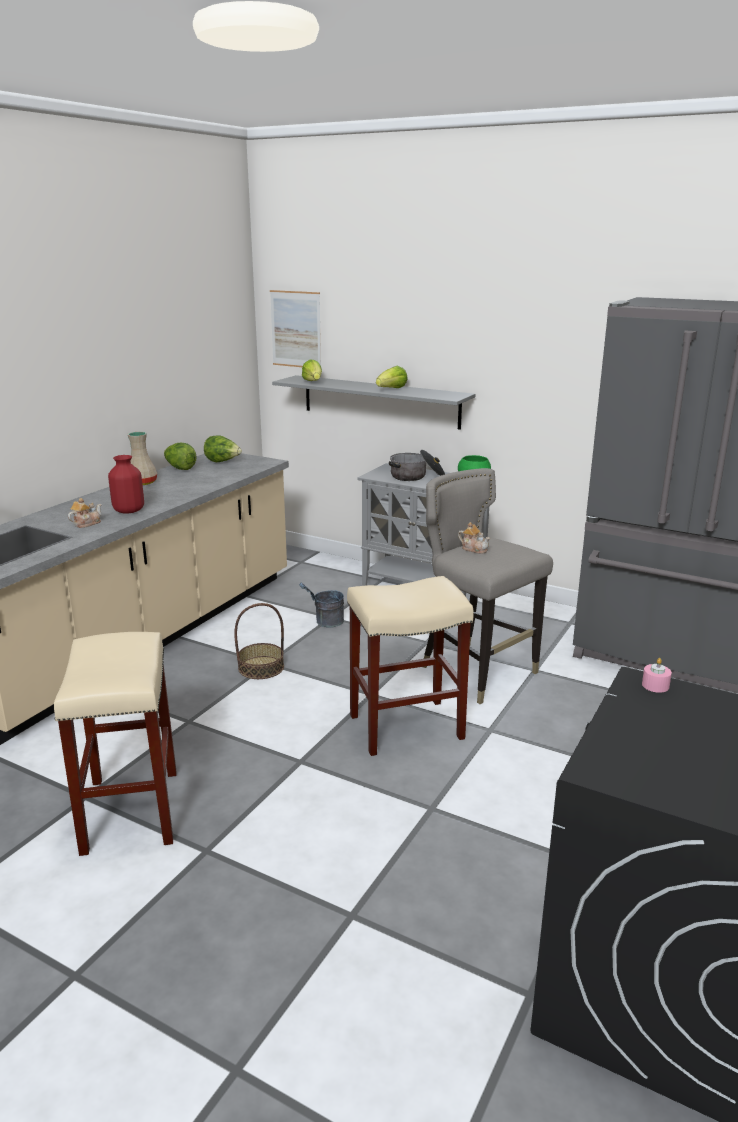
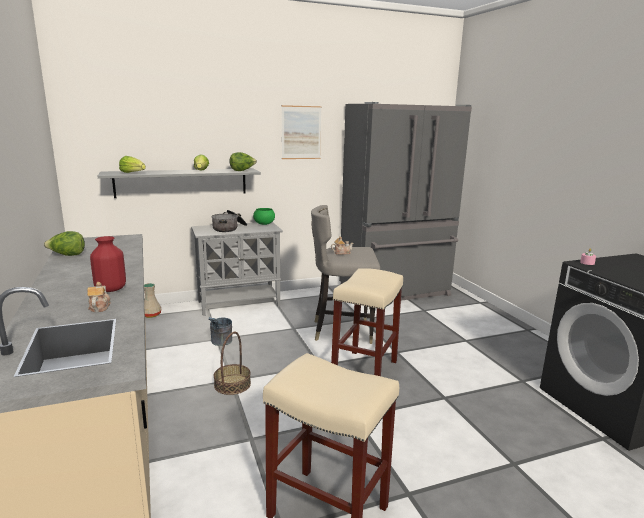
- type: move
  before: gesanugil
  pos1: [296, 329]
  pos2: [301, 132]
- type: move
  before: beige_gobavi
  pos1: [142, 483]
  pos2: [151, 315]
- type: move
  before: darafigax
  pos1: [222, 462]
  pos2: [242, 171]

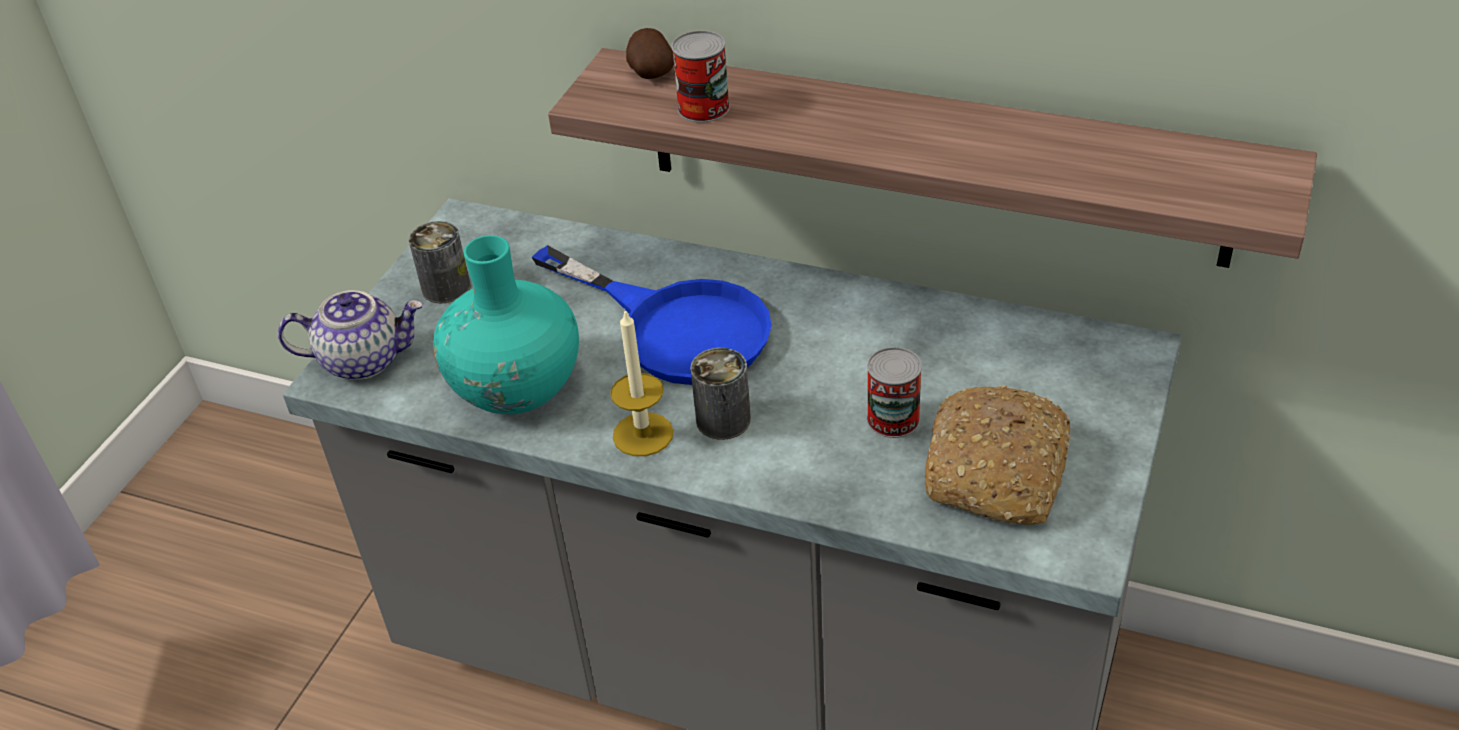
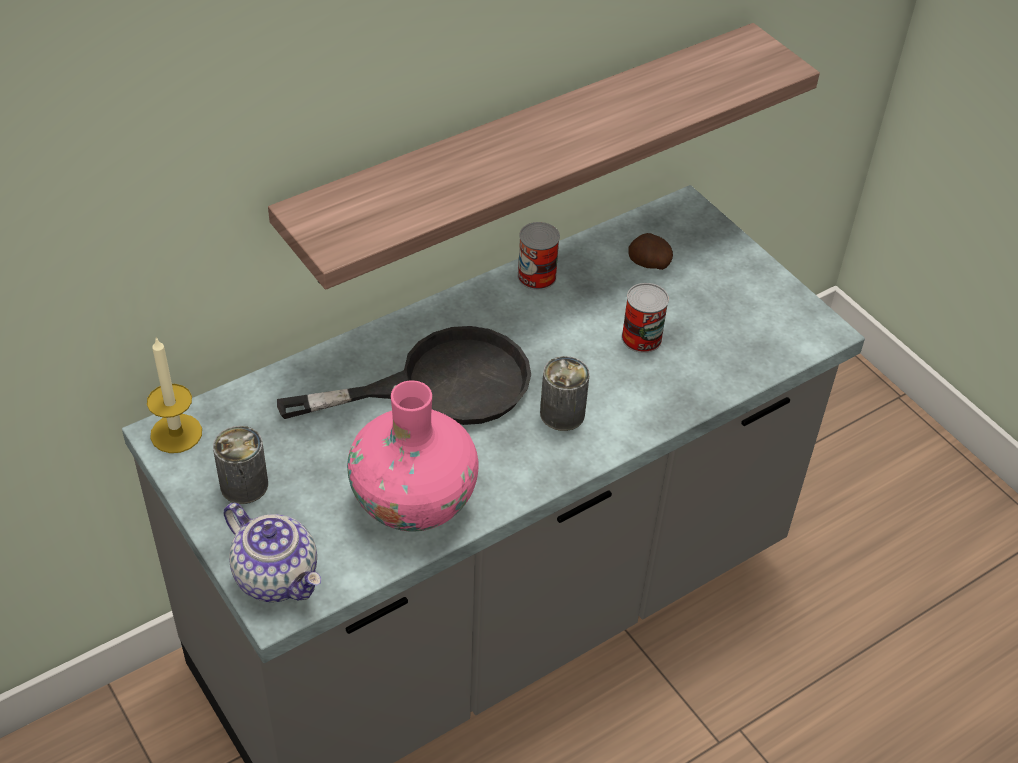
- type: move
  before: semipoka
  pos1: [650, 72]
  pos2: [648, 264]
- type: move
  before: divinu
  pos1: [703, 108]
  pos2: [536, 276]
- type: recolor
  before: turquoise_gobavi
  after: pink_gobavi
  pos1: [517, 388]
  pos2: [414, 501]
- type: recolor
  before: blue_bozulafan
  after: black_bozulafan
  pos1: [675, 327]
  pos2: [441, 385]
- type: rotate
  before: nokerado
  pos1: [364, 359]
  pos2: [278, 576]
  turn: 105
- type: move
  before: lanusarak
  pos1: [643, 434]
  pos2: [176, 433]
- type: delete
  before: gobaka
  pos1: [997, 472]

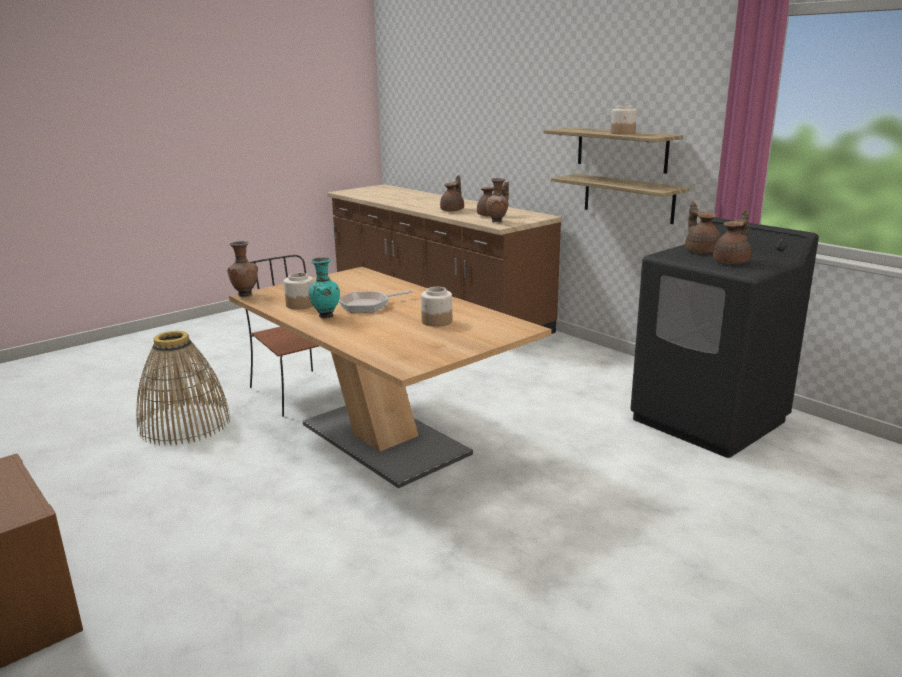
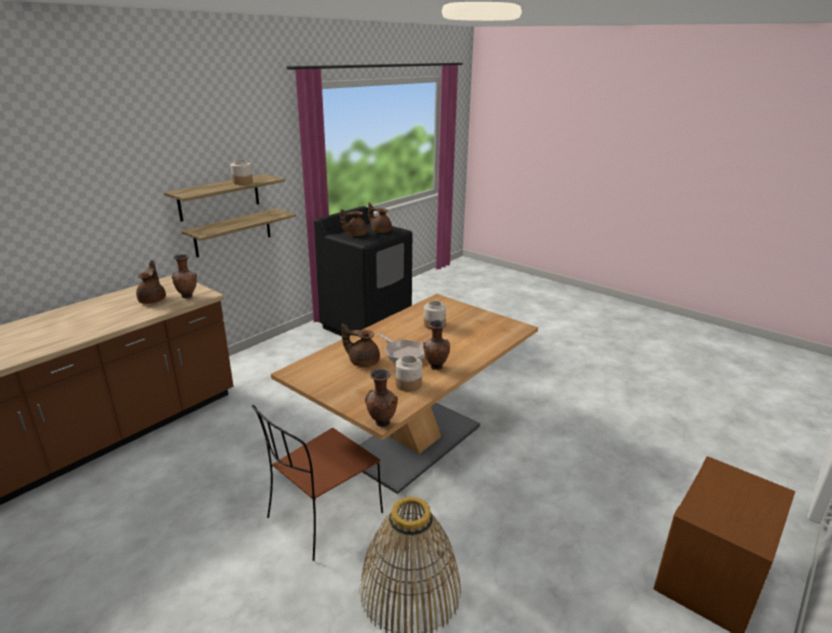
- type: move
  before: brown_nokerado
  pos1: [453, 210]
  pos2: [363, 361]
- type: recolor
  before: turquoise_gobavi
  after: brown_gobavi
  pos1: [325, 316]
  pos2: [435, 367]

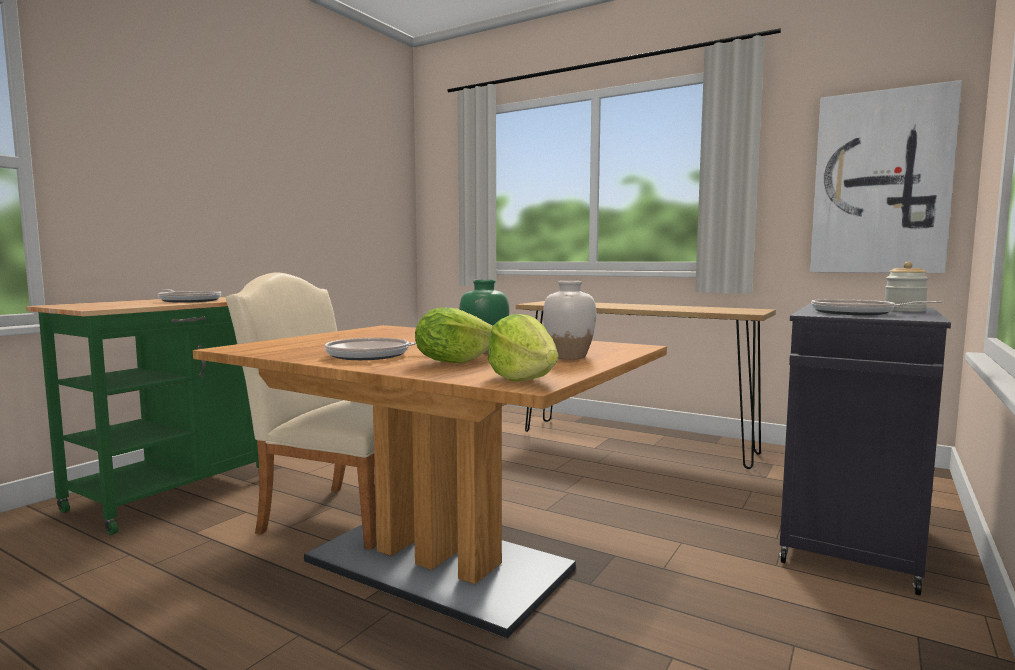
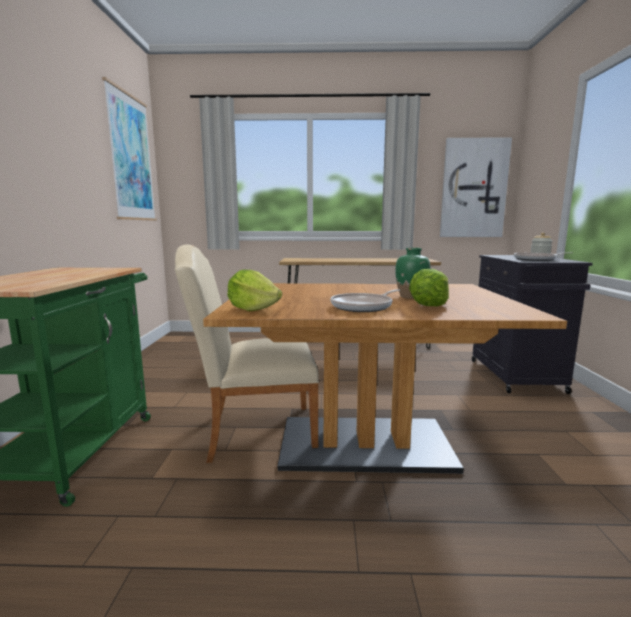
- type: delete
  before: white_gobavi
  pos1: [568, 357]
- type: delete
  before: bozulafan
  pos1: [189, 301]
- type: move
  before: darafigax
  pos1: [523, 379]
  pos2: [253, 309]
- type: insert
  after: gesanugil
  pos2: [131, 158]

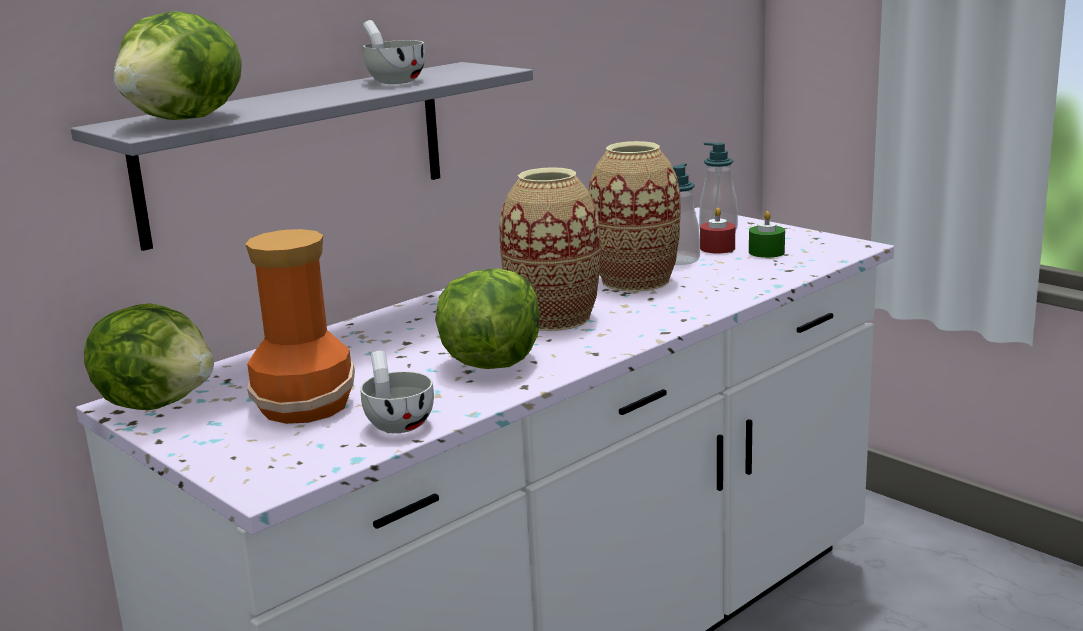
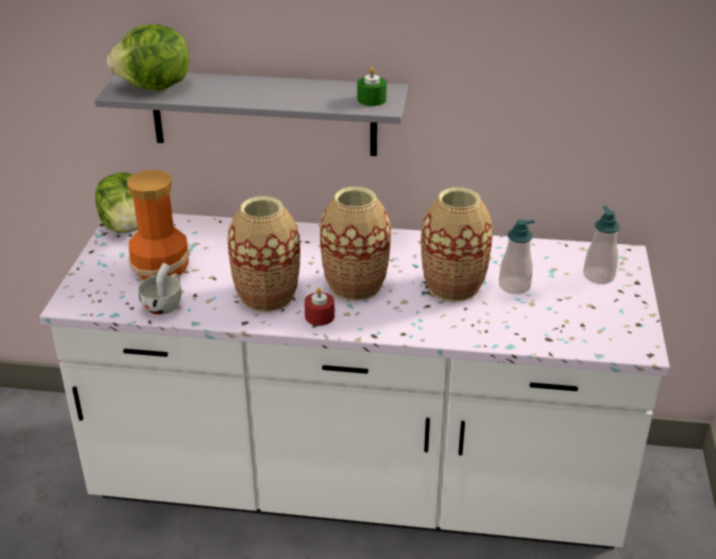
- type: delete
  before: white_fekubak
  pos1: [391, 81]
- type: move
  before: red_lanusarak
  pos1: [717, 248]
  pos2: [319, 316]
- type: move
  before: green_lanusarak
  pos1: [766, 252]
  pos2: [371, 99]
- type: replace
  before: darafigax
  after: gobavi
  pos1: [491, 362]
  pos2: [267, 296]

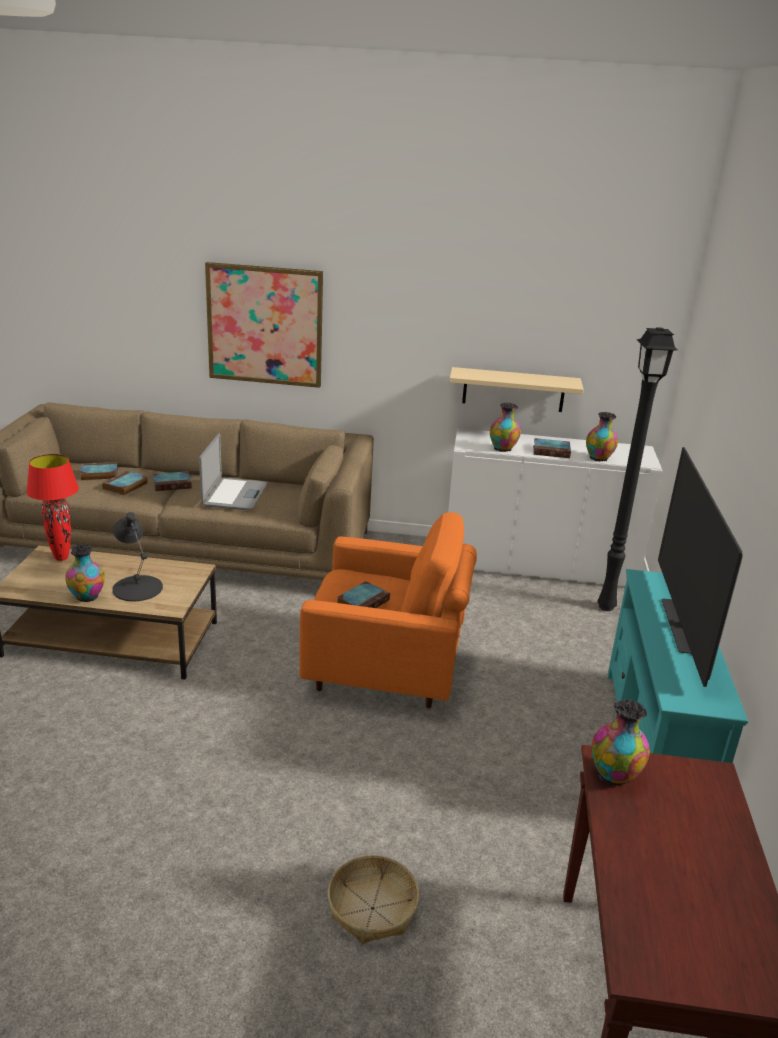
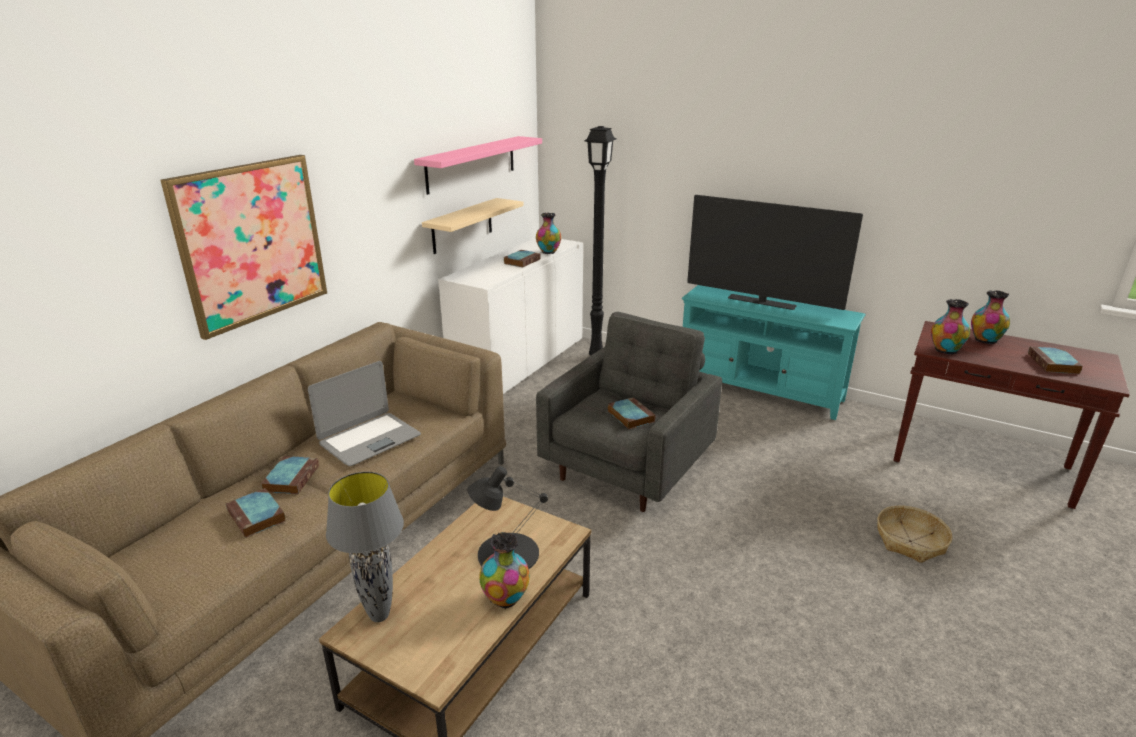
- type: move
  before: gobavi
  pos1: [503, 449]
  pos2: [984, 340]
- type: rotate
  before: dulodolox
  pos1: [234, 495]
  pos2: [369, 439]
  turn: 105
- type: recolor
  before: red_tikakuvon
  after: grey_tikakuvon
  pos1: [61, 558]
  pos2: [380, 616]
- type: move
  before: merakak
  pos1: [98, 474]
  pos2: [1054, 364]
- type: recolor
  before: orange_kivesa
  after: grey_kivesa
  pos1: [386, 669]
  pos2: [629, 468]
- type: insert
  after: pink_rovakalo
  pos2: [471, 164]

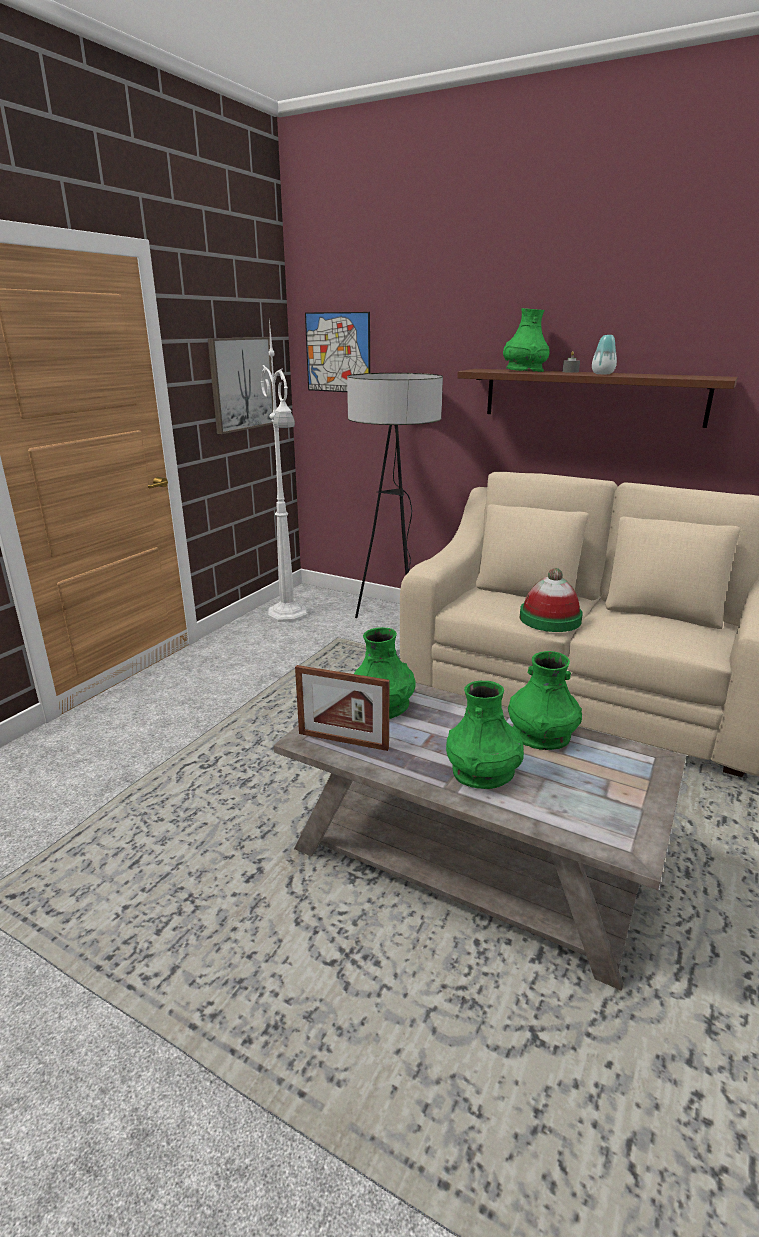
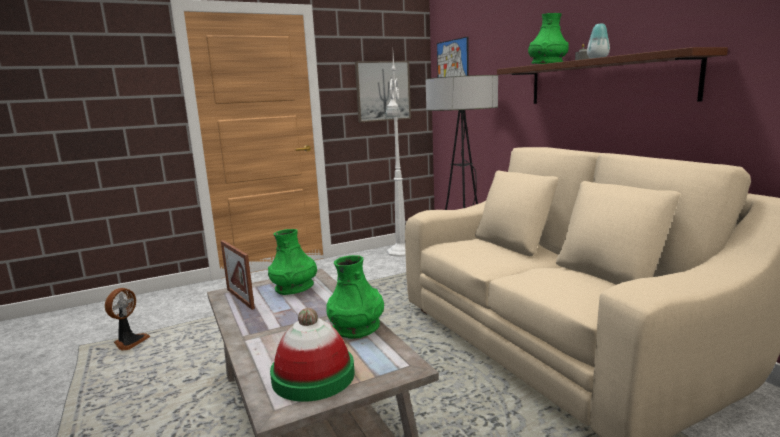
- type: move
  before: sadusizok
  pos1: [550, 619]
  pos2: [313, 376]
- type: delete
  before: green_gobavi
  pos1: [483, 771]
- type: insert
  after: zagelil
  pos2: [129, 341]

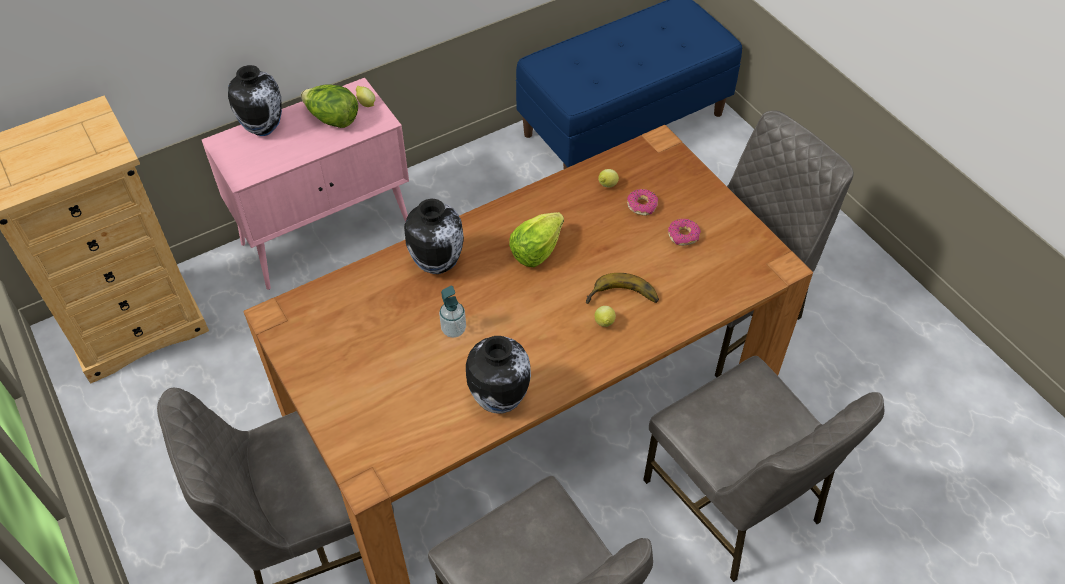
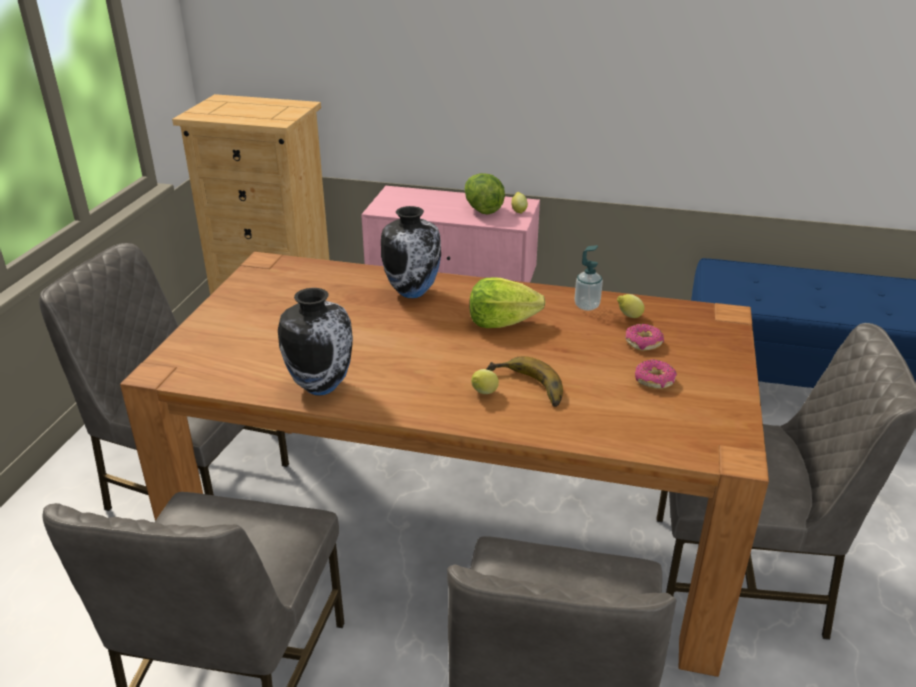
- type: delete
  before: gobavi
  pos1: [264, 128]
- type: move
  before: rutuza
  pos1: [453, 329]
  pos2: [586, 306]

